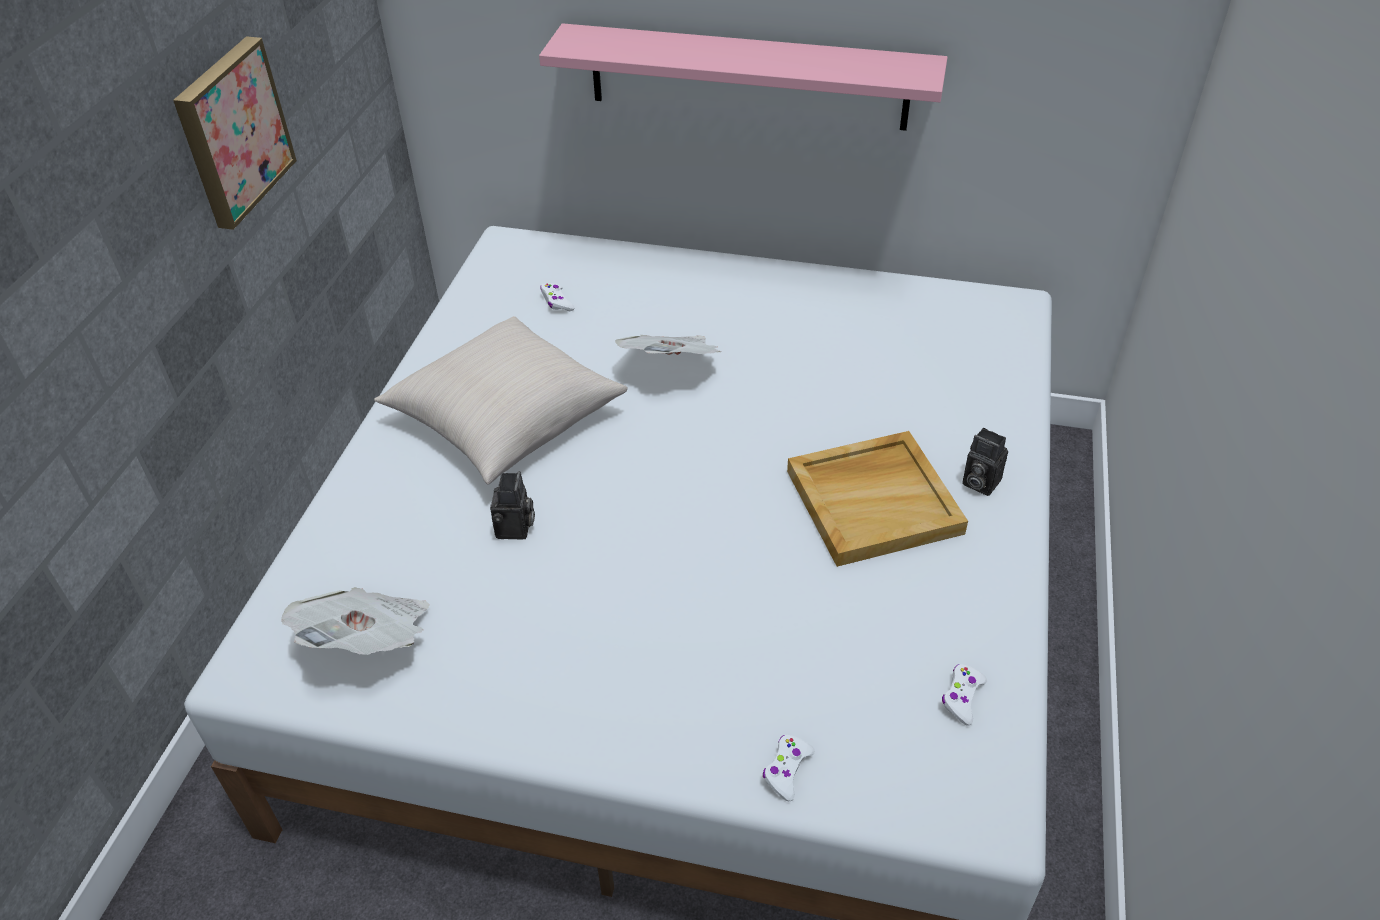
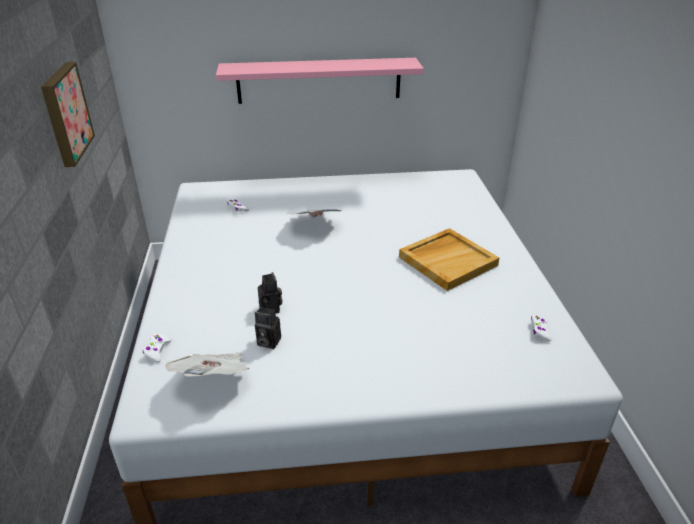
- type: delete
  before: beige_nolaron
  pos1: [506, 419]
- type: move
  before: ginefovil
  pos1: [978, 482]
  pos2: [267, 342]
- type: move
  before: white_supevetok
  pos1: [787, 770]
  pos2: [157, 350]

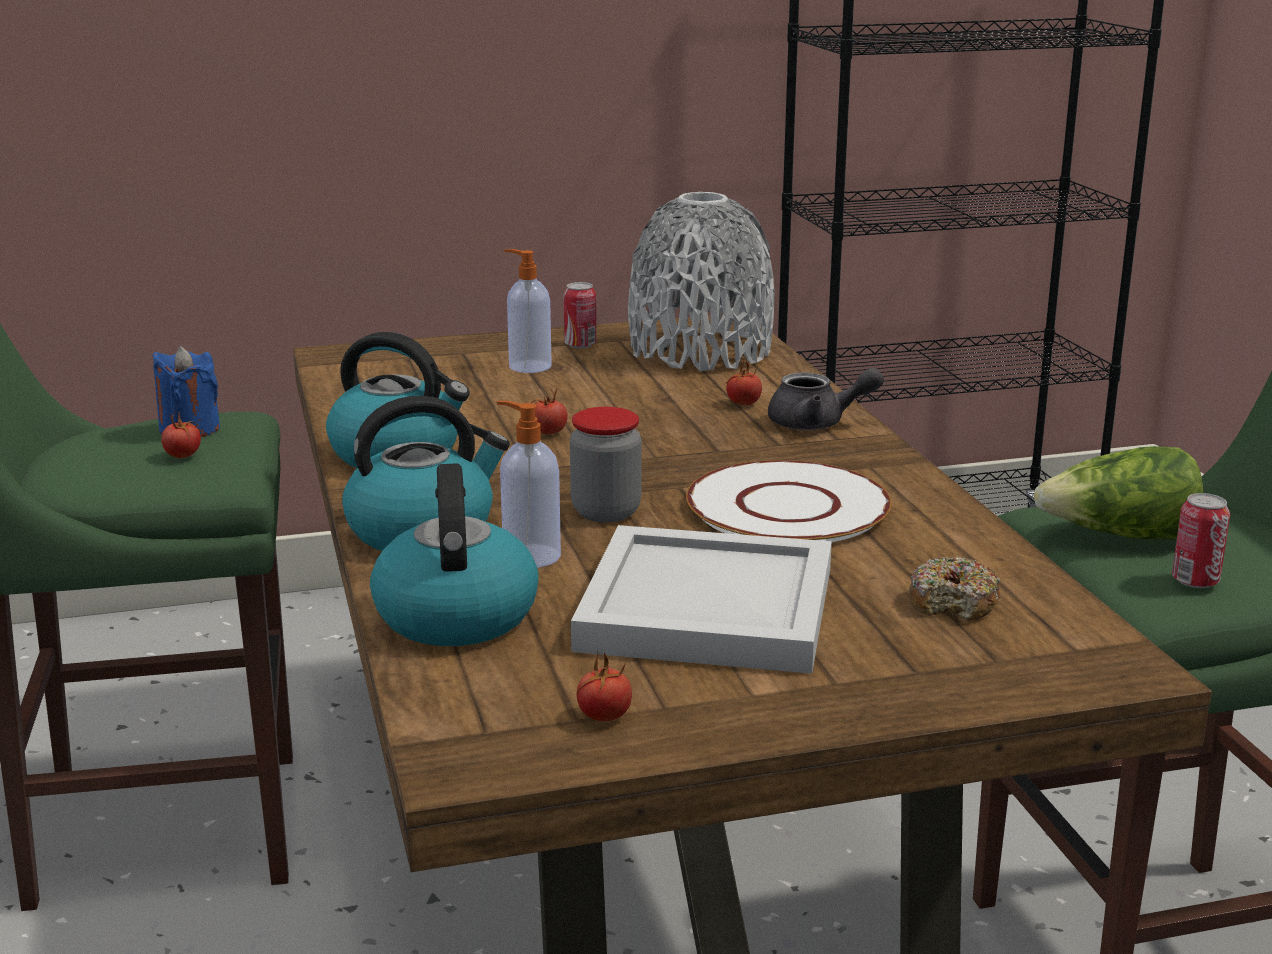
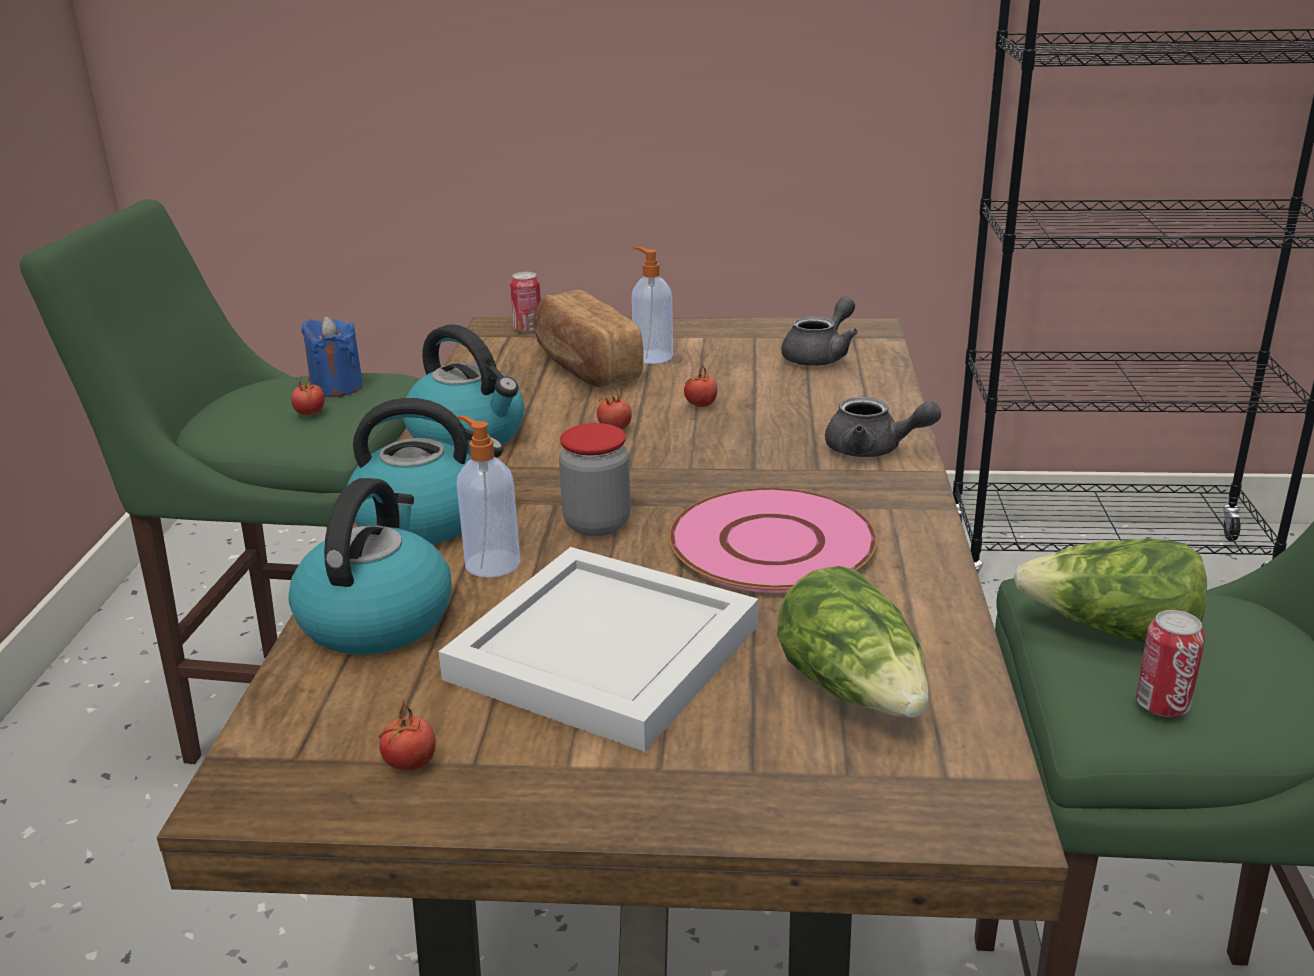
- type: replace
  before: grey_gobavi
  after: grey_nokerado
  pos1: [700, 351]
  pos2: [820, 356]
- type: move
  before: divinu
  pos1: [580, 345]
  pos2: [528, 329]
- type: move
  before: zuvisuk
  pos1: [743, 404]
  pos2: [700, 405]
- type: recolor
  before: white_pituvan
  after: pink_pituvan
  pos1: [788, 506]
  pos2: [773, 543]
- type: replace
  before: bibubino
  after: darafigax
  pos1: [953, 603]
  pos2: [854, 690]
- type: insert
  after: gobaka
  pos2: [584, 366]

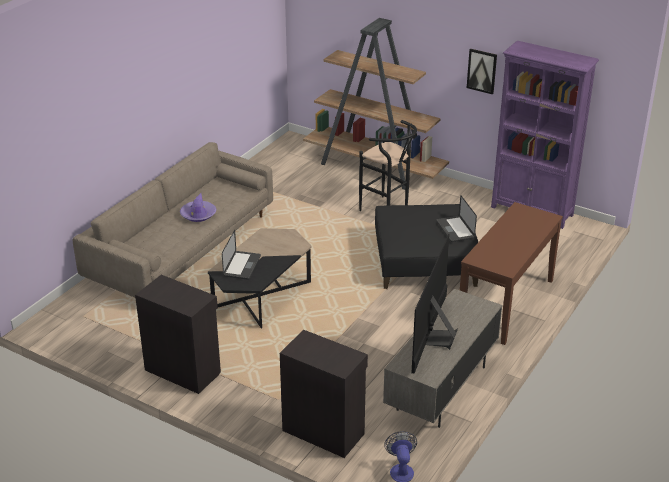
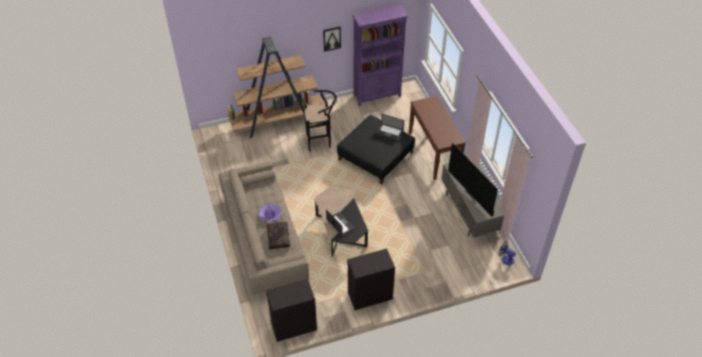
- type: move
  before: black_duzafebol
  pos1: [323, 431]
  pos2: [293, 326]
- type: insert
  after: brown_nolaron
  pos2: [278, 237]

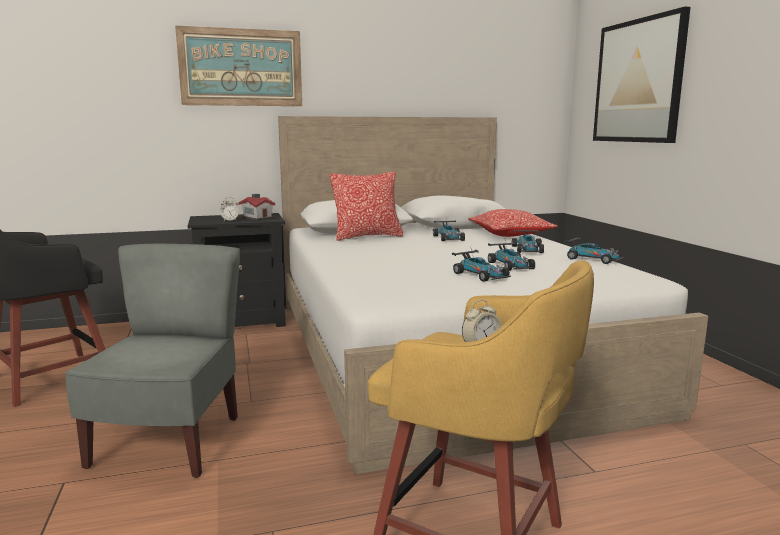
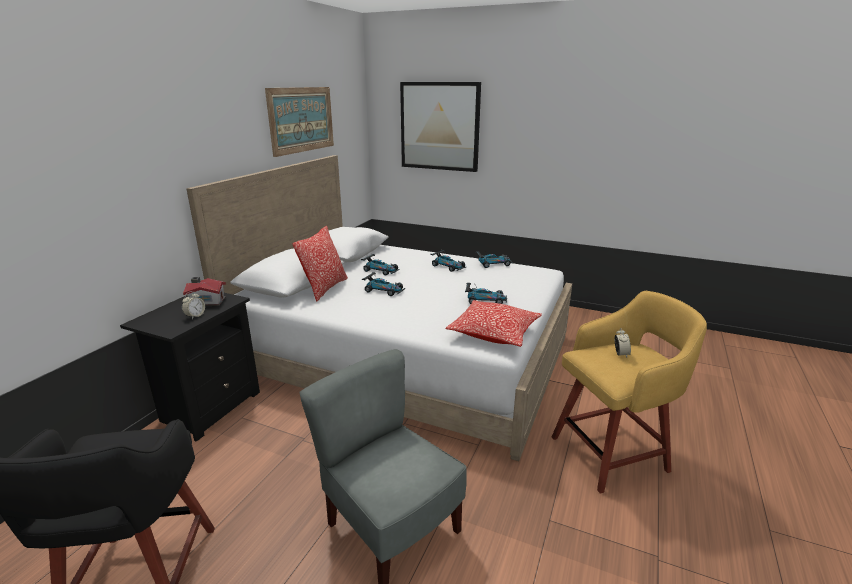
- type: move
  before: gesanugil
  pos1: [241, 67]
  pos2: [301, 119]
- type: move
  before: nolaron
  pos1: [510, 234]
  pos2: [494, 333]
- type: move
  before: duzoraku
  pos1: [511, 265]
  pos2: [383, 290]

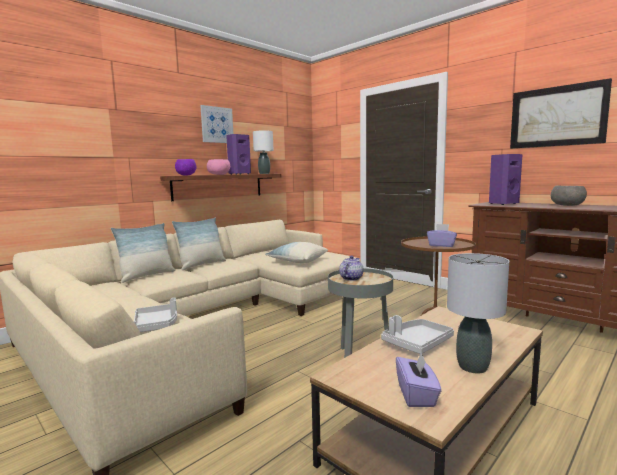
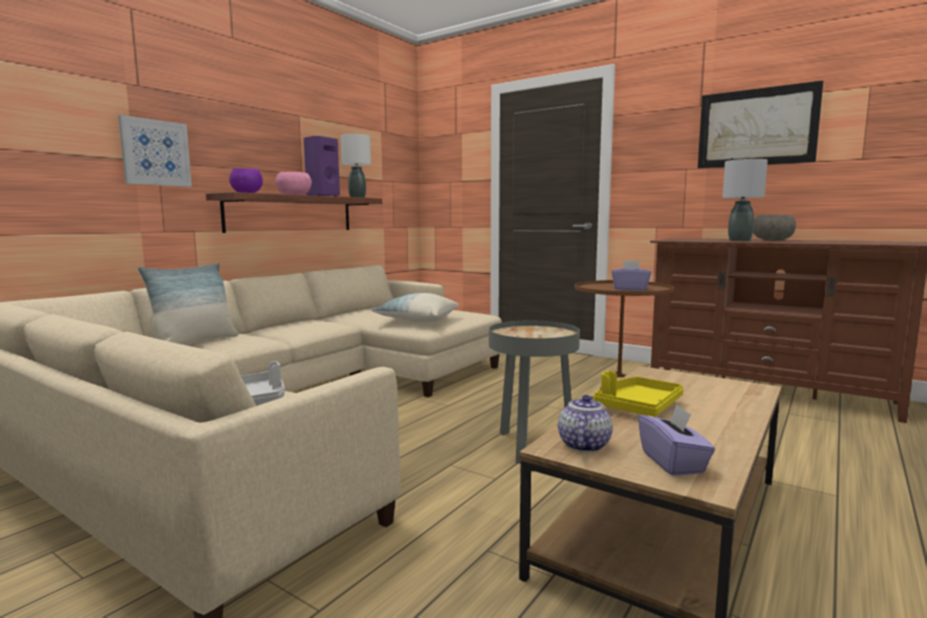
- type: move
  before: gesanugil
  pos1: [217, 125]
  pos2: [155, 153]
- type: delete
  before: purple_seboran
  pos1: [502, 204]
- type: delete
  before: nolaron
  pos1: [201, 265]
- type: move
  before: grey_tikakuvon
  pos1: [473, 367]
  pos2: [740, 240]
- type: move
  before: nokerado
  pos1: [351, 278]
  pos2: [583, 444]
- type: recolor
  before: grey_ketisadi
  after: yellow_ketisadi
  pos1: [417, 343]
  pos2: [638, 407]

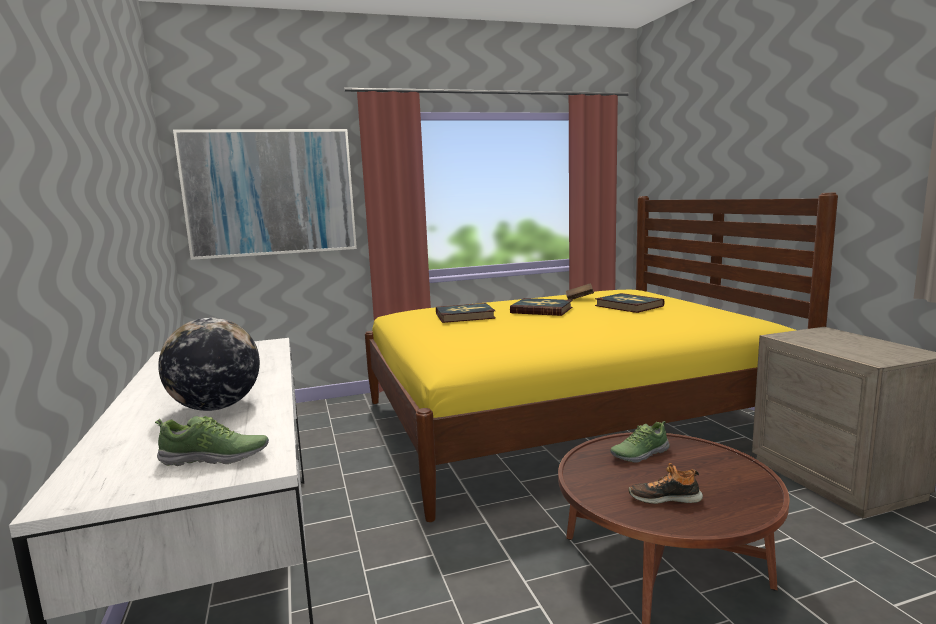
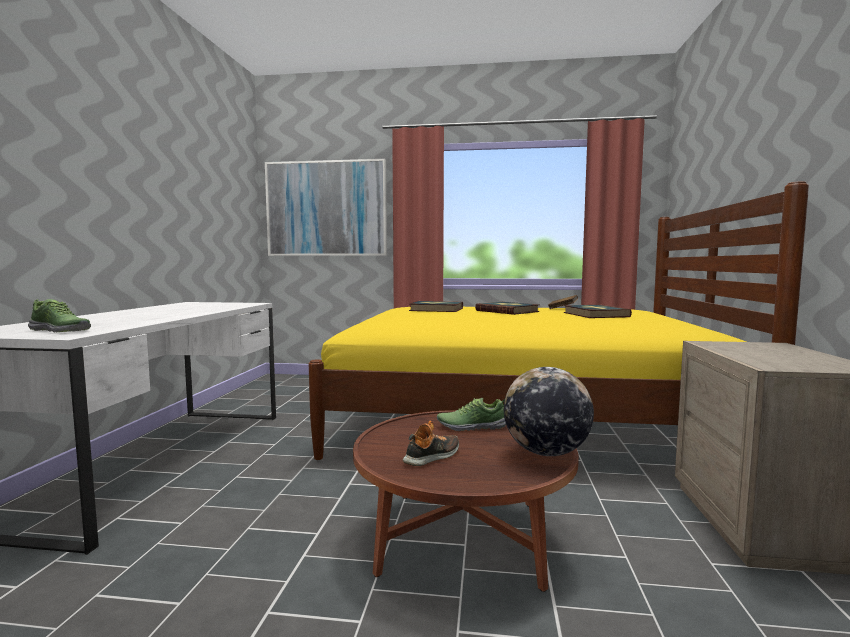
- type: move
  before: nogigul
  pos1: [216, 407]
  pos2: [546, 453]
- type: rotate
  before: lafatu
  pos1: [664, 498]
  pos2: [433, 456]
  turn: 105

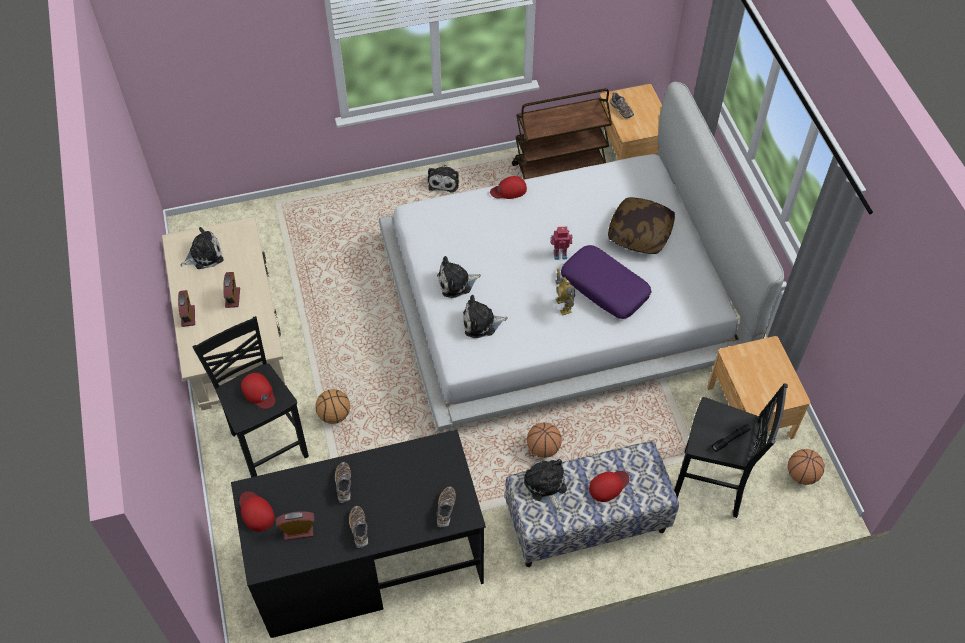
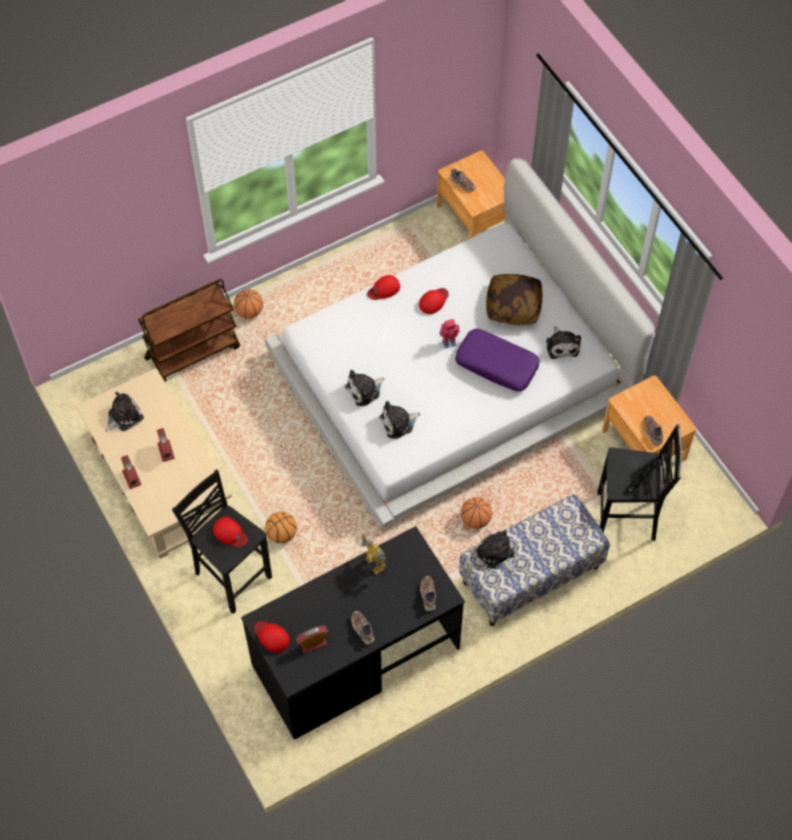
- type: move
  before: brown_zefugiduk
  pos1: [559, 168]
  pos2: [193, 352]
- type: move
  before: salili
  pos1: [444, 181]
  pos2: [562, 345]
- type: move
  before: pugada
  pos1: [563, 306]
  pos2: [374, 564]
- type: move
  before: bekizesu
  pos1: [801, 475]
  pos2: [249, 312]
- type: move
  before: lafatu
  pos1: [344, 485]
  pos2: [652, 432]
- type: move
  before: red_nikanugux
  pos1: [608, 486]
  pos2: [434, 301]

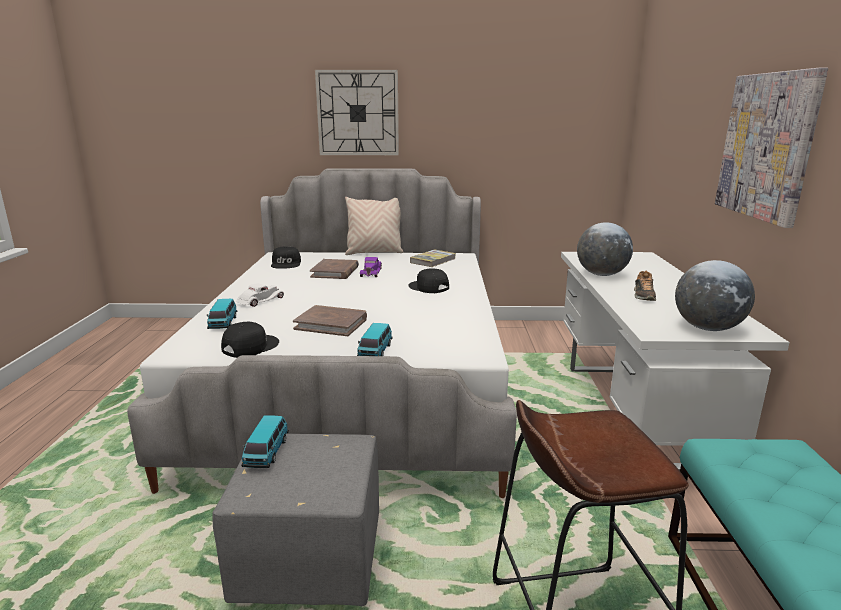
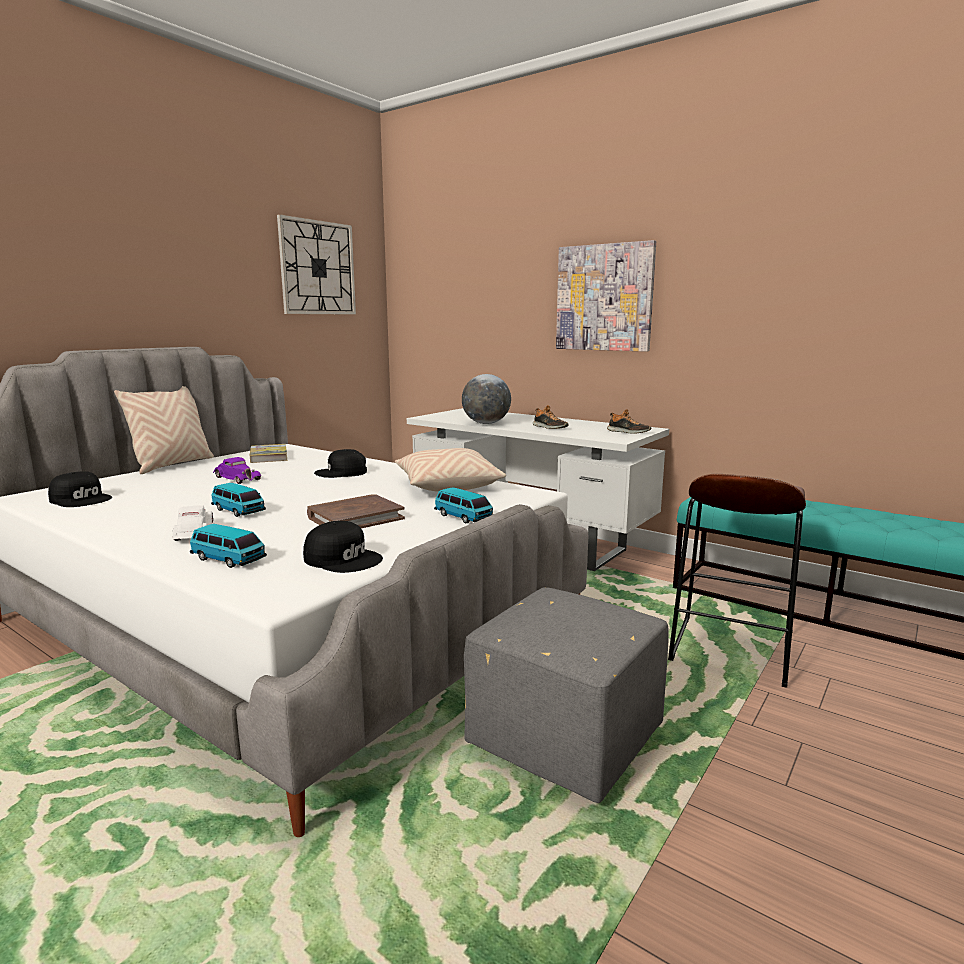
- type: move
  before: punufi
  pos1: [358, 113]
  pos2: [317, 268]
- type: delete
  before: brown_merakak
  pos1: [335, 272]
- type: replace
  before: nogigul
  after: lafatu
  pos1: [708, 328]
  pos2: [628, 432]
- type: rotate
  before: black_nikanugux
  pos1: [250, 346]
  pos2: [343, 558]
  turn: 135
- type: move
  before: duzoraku
  pos1: [266, 452]
  pos2: [238, 511]
- type: insert
  after: beige_nolaron
  pos2: [447, 486]

